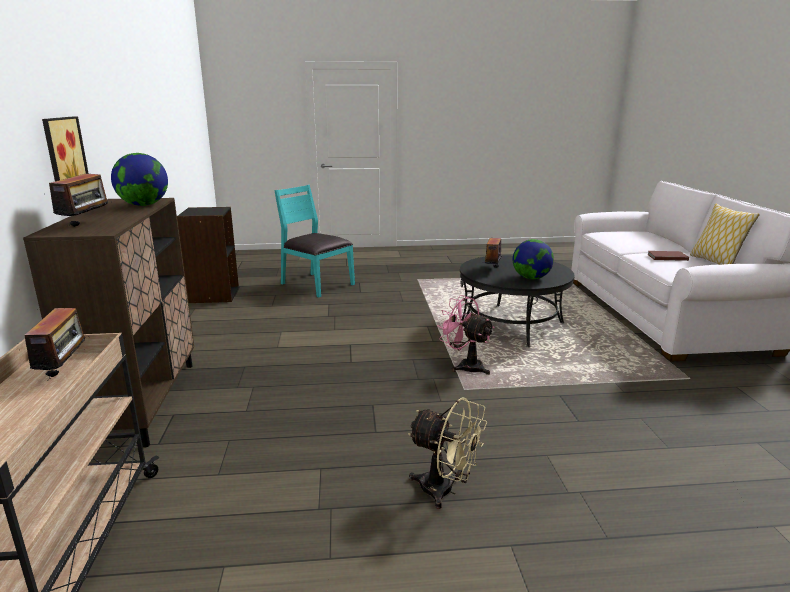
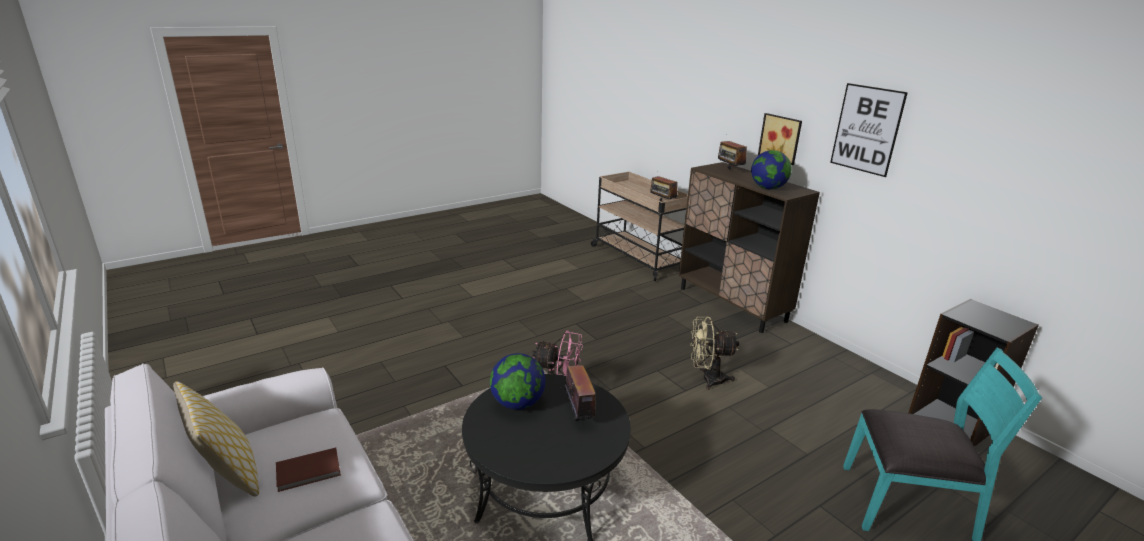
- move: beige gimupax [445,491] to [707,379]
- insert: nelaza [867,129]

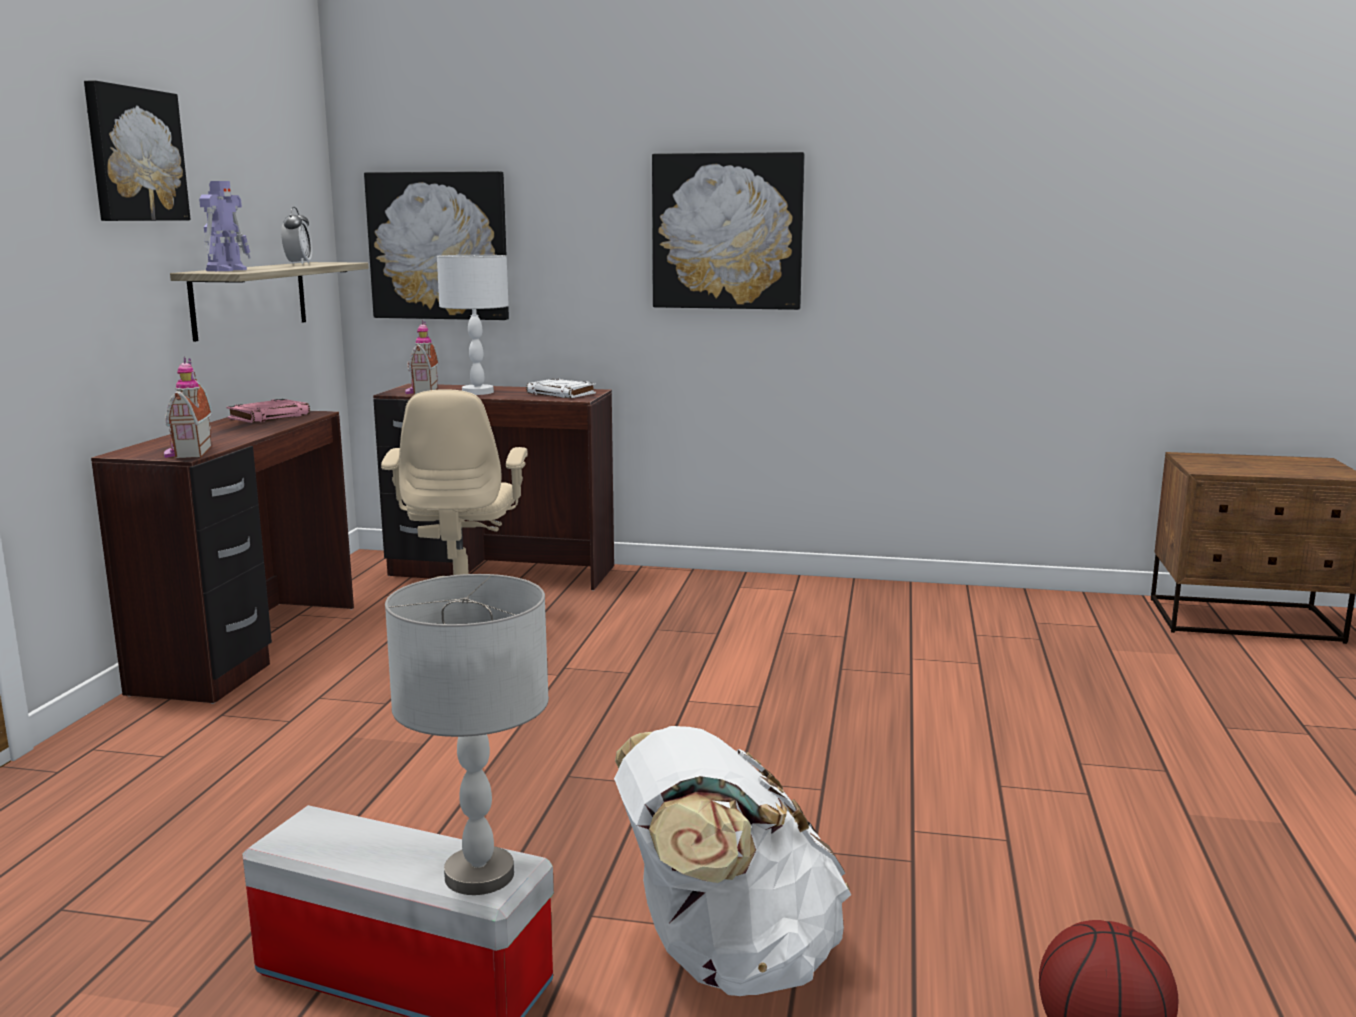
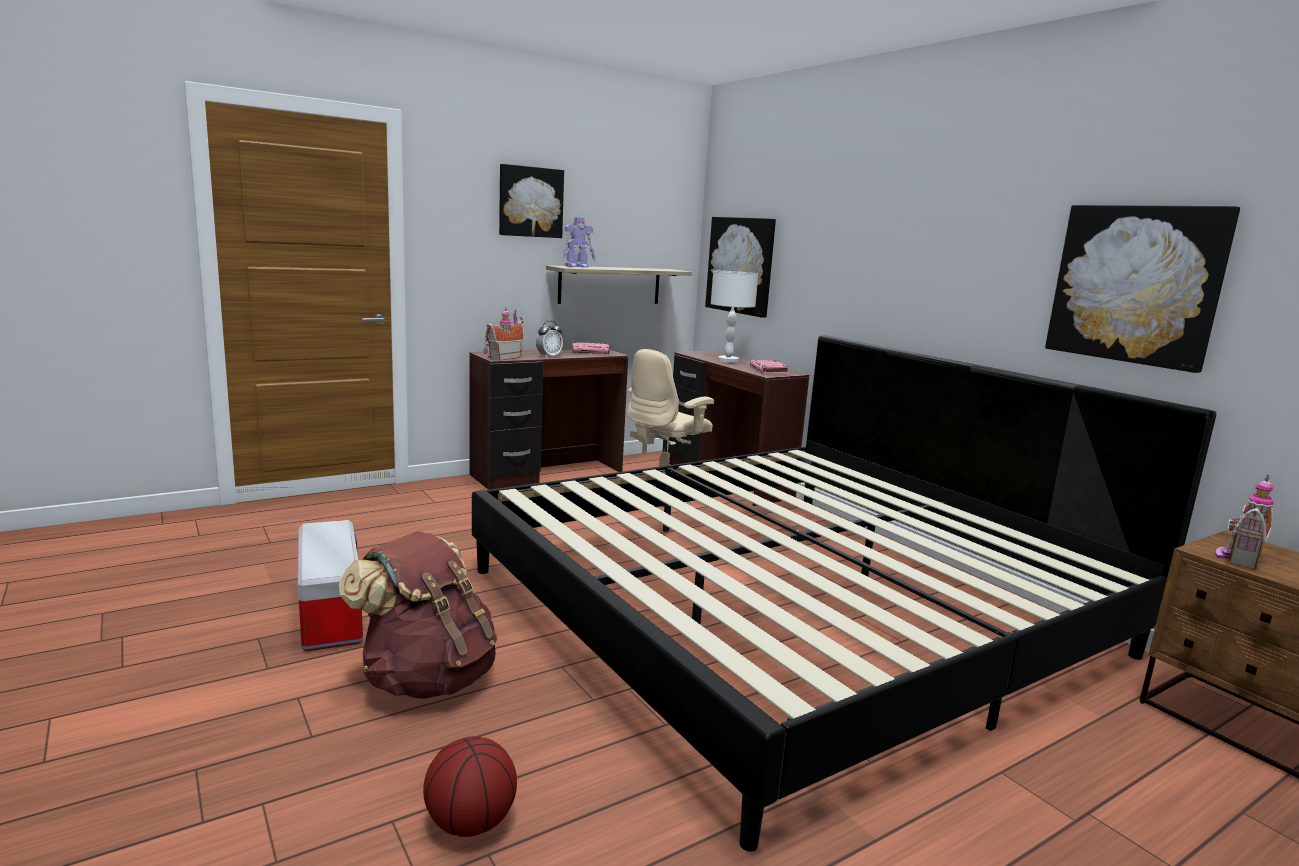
- move: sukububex [298,264] to [549,356]
- delete: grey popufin [478,876]
- move: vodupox [421,391] to [1237,557]
- recolor: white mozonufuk [562,393] to pink mozonufuk [769,370]
- recolor: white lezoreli [726,958] to brown lezoreli [427,678]
- move: nelaza [727,231] to [1136,284]
- insert: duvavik [791,611]

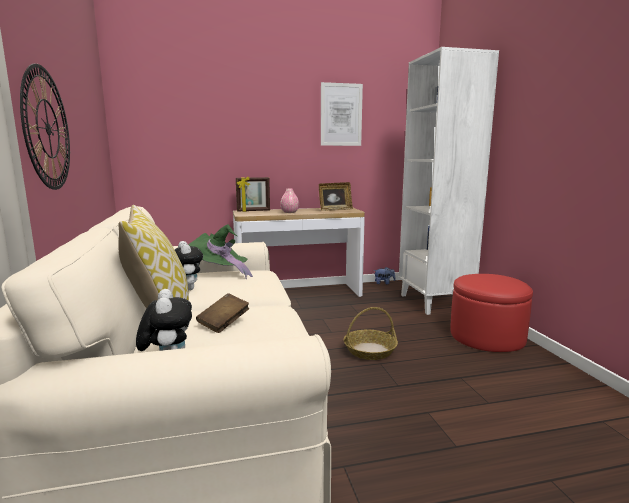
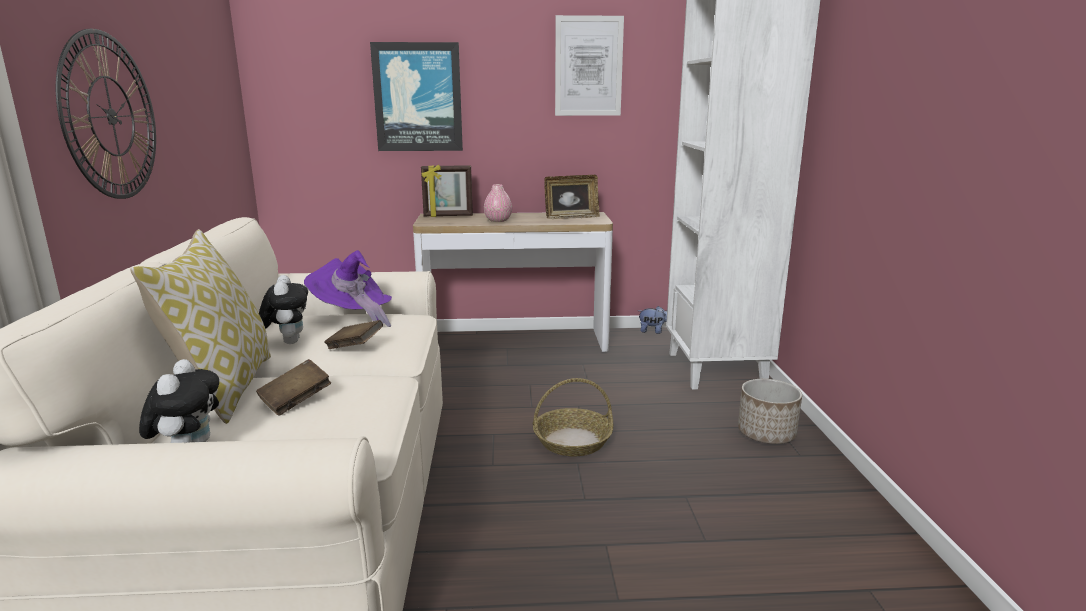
- recolor: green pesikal [220,272] to purple pesikal [353,317]
- replace: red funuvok [487,336] to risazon [767,433]
- insert: brown mozonufuk [355,347]
- insert: nelaza [418,97]

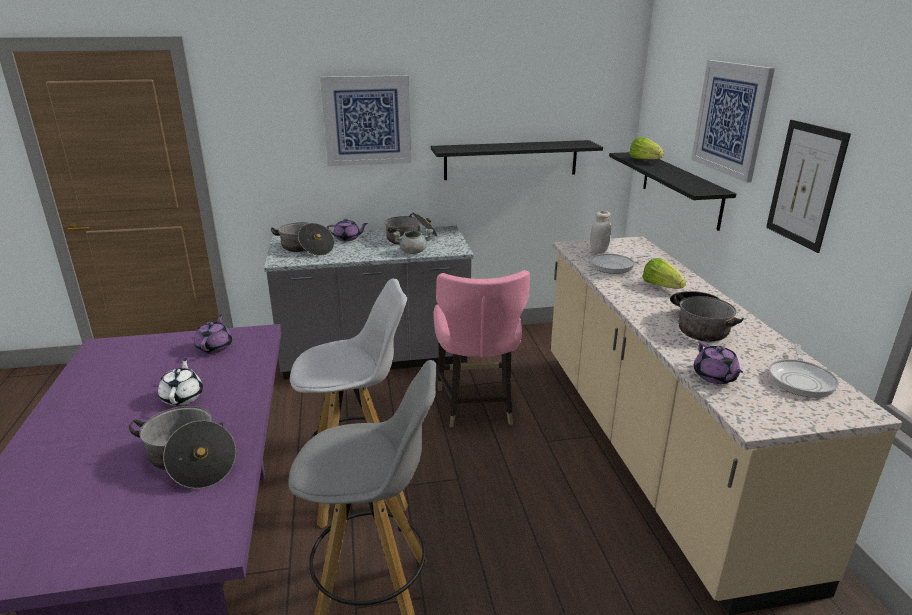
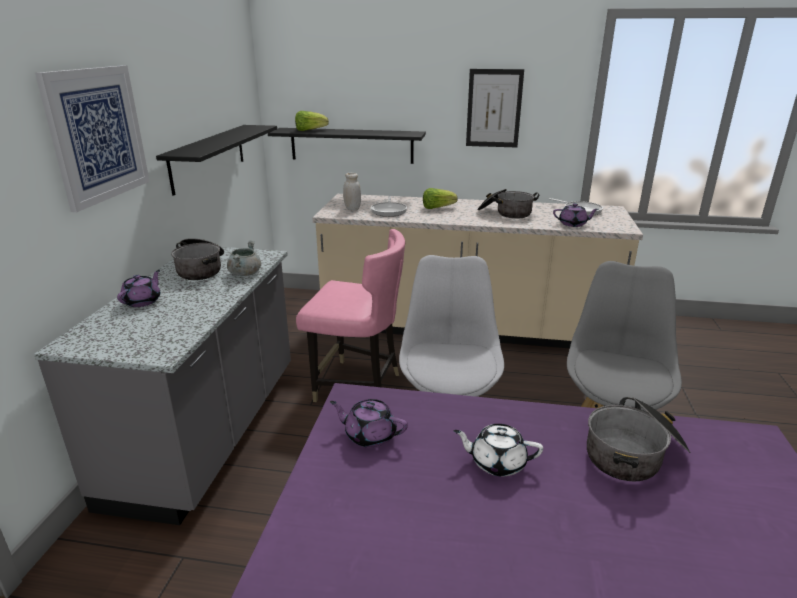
- delete: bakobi [305,248]
- delete: nelaza [730,118]

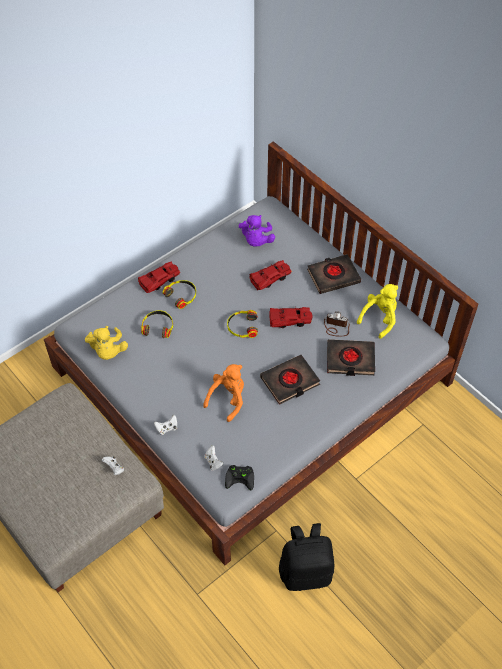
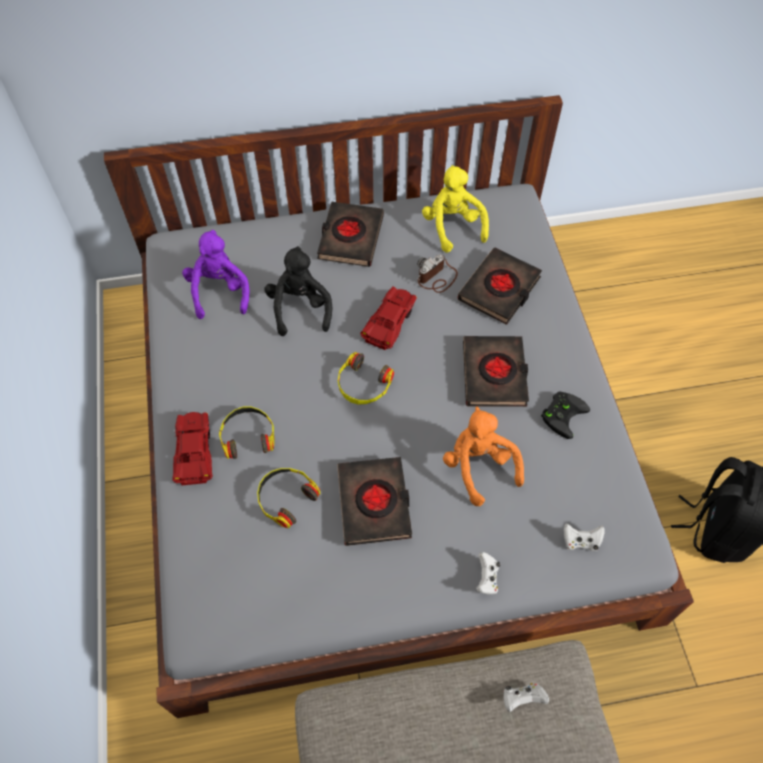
- delete: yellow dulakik [108,351]
- move: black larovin [241,477] to [562,413]
- rotate: purple dulakik [256,241] = [219,291] 135 degrees counterclockwise
- replace: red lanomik [270,278] to black dulakik [300,308]
- insert: black mozonufuk [374,503]

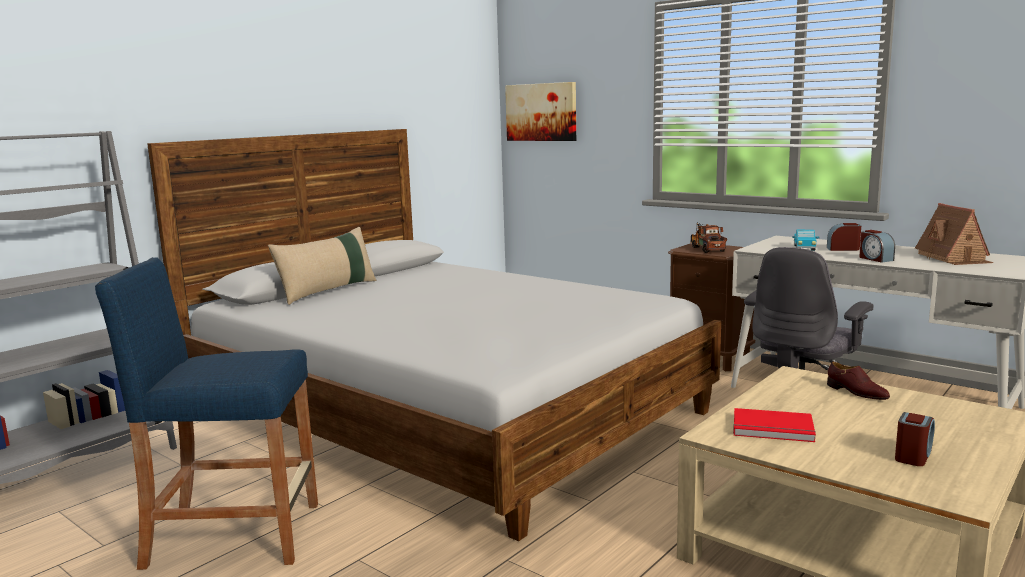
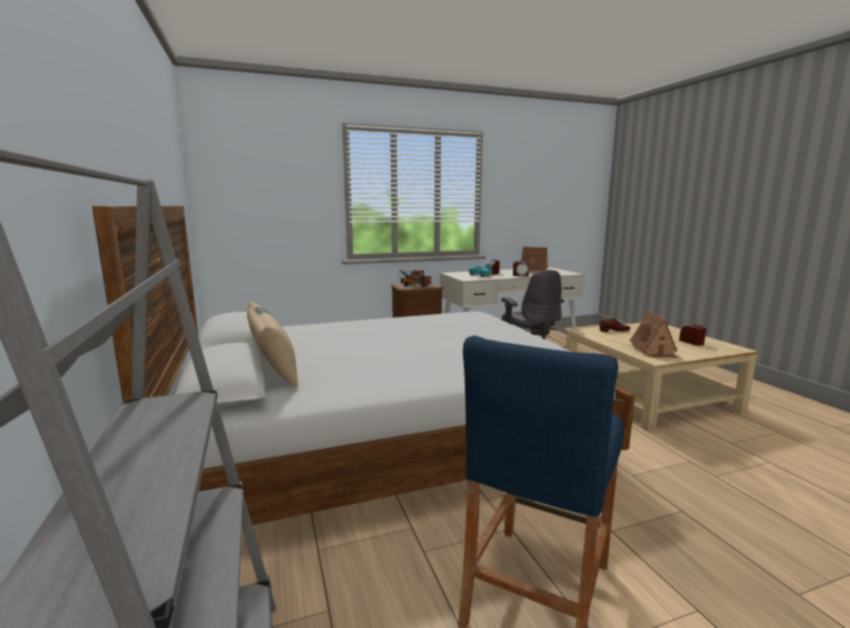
- delete: nelaza [541,112]
- replace: red mozonufuk [773,429] to vodupox [653,350]

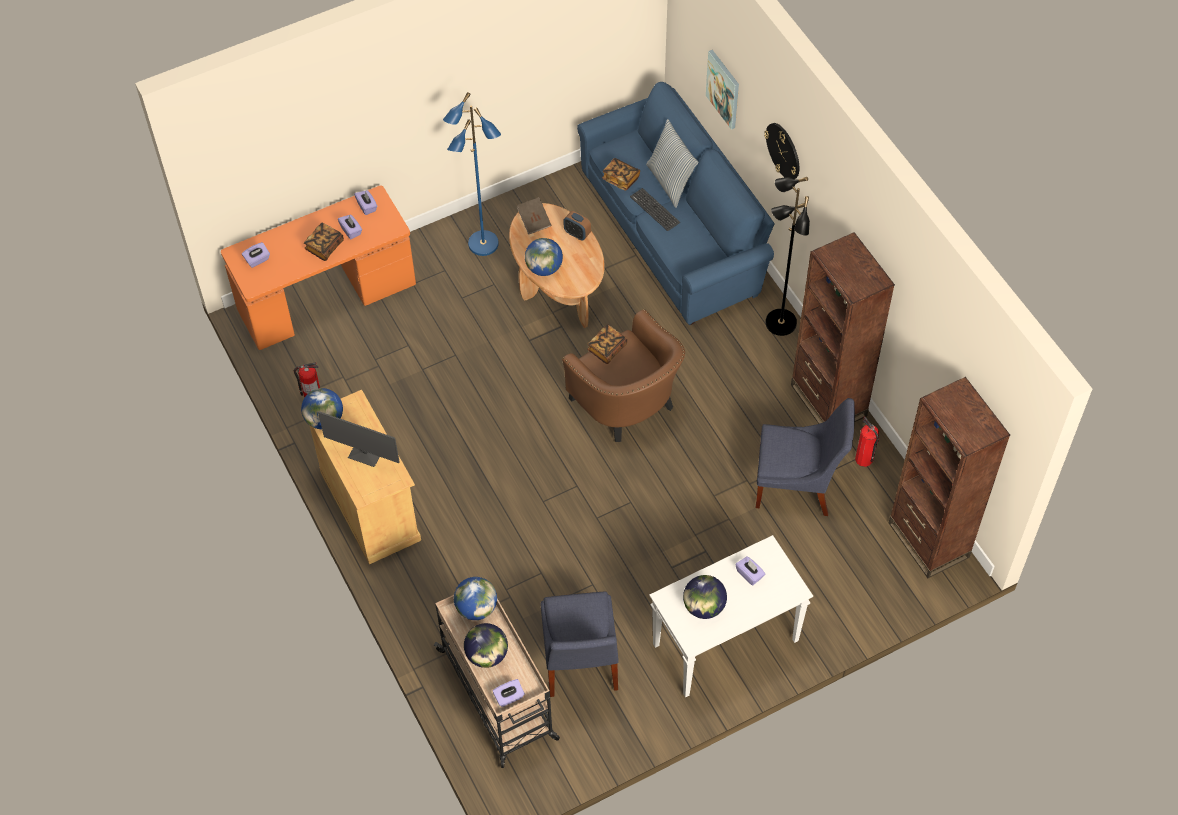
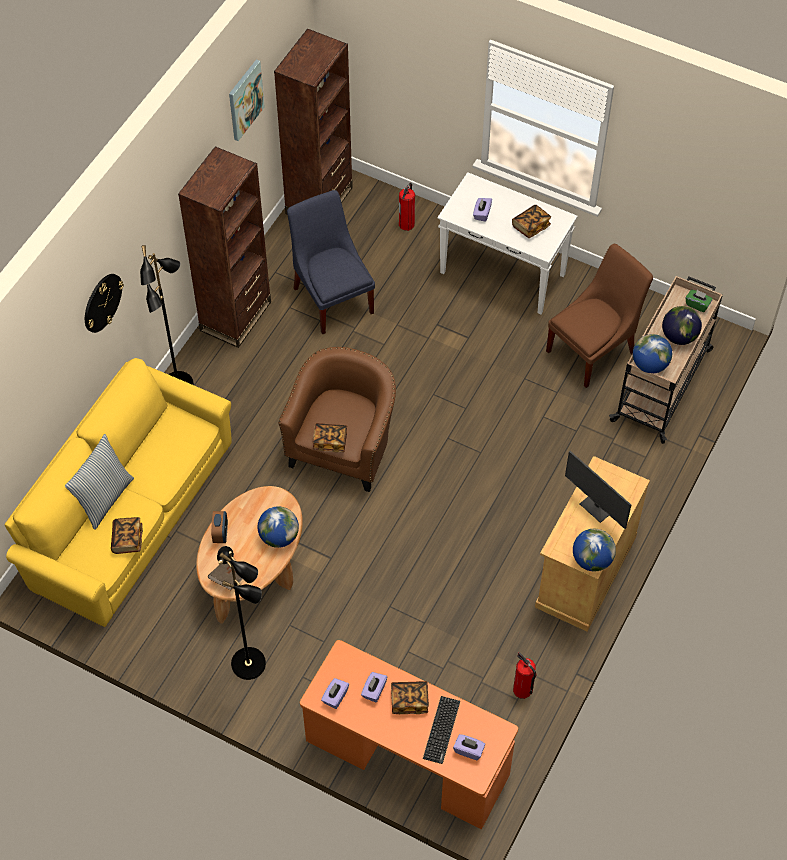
- rotate: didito [365,454] = [597,507] 150 degrees clockwise
- recolor: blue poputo [483,244] to black poputo [249,663]
- recolor: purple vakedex [509,697] to green vakedex [697,304]
- recolor: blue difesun [580,663] to brown difesun [594,350]
- recolor: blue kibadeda [675,232] to yellow kibadeda [128,515]
- move: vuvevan [654,210] to [441,730]
- replace: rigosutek [703,607] to mozonufuk [531,226]
- move: nelaza [723,89] to [245,99]
- move: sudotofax [864,459] to [406,224]

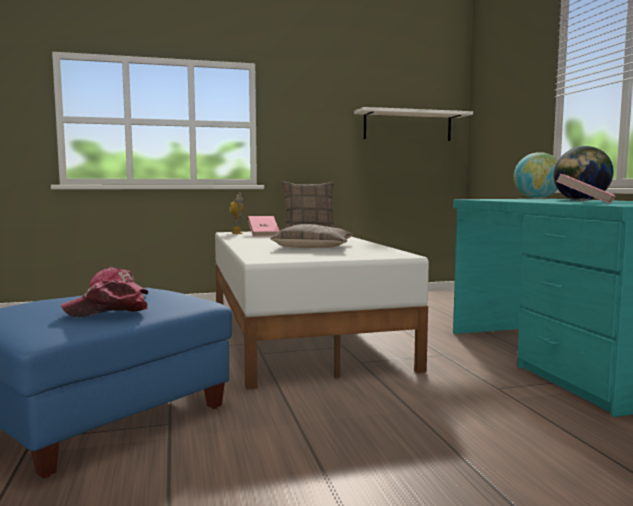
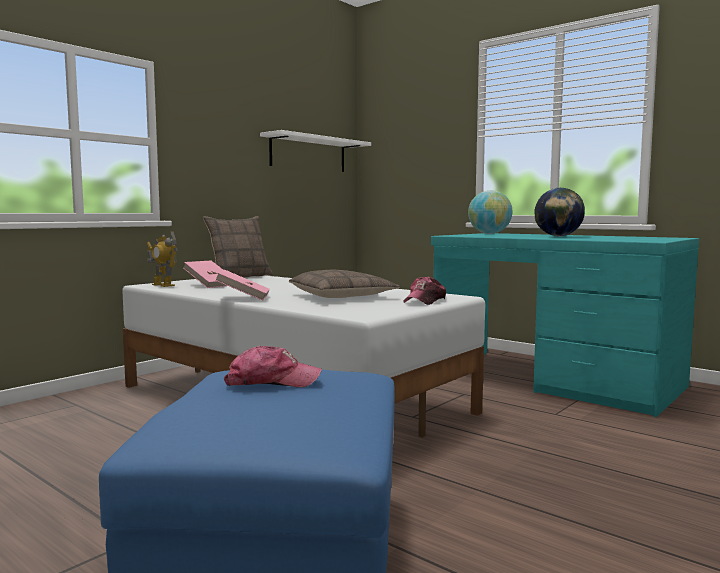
- move: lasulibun [106,311] to [425,301]
- move: pink mozonufuk [585,203] to [243,298]

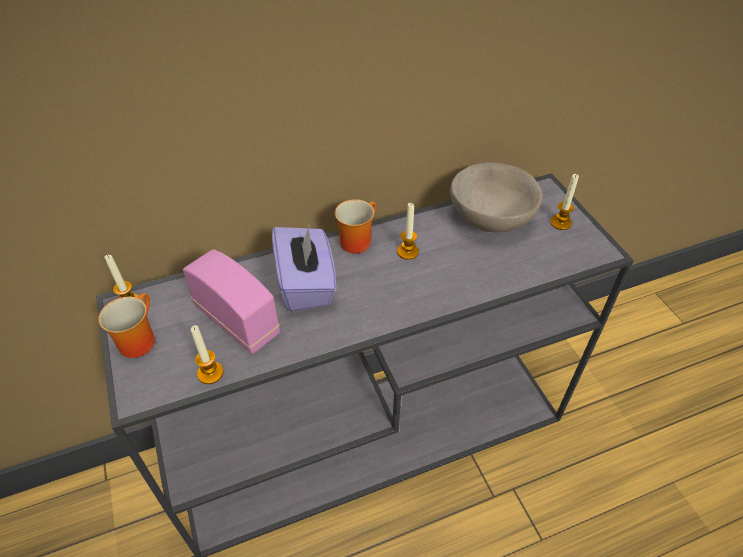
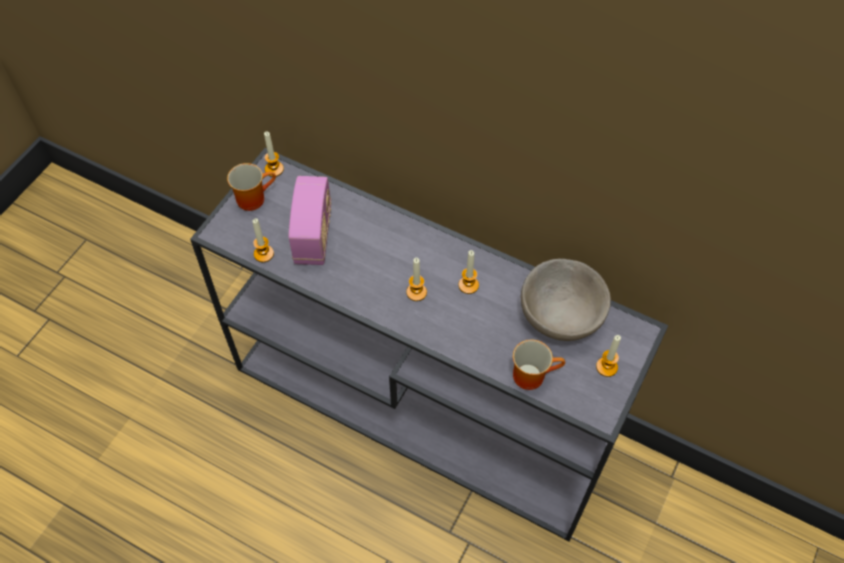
- delete: purple vakedex [306,284]
- move: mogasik [356,239] to [532,373]
- insert: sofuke [416,292]

